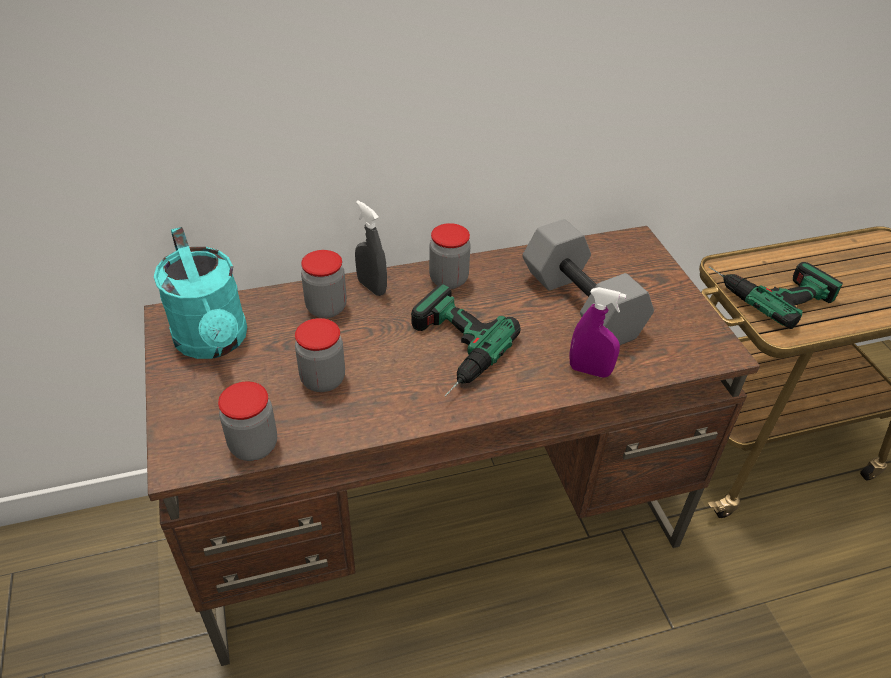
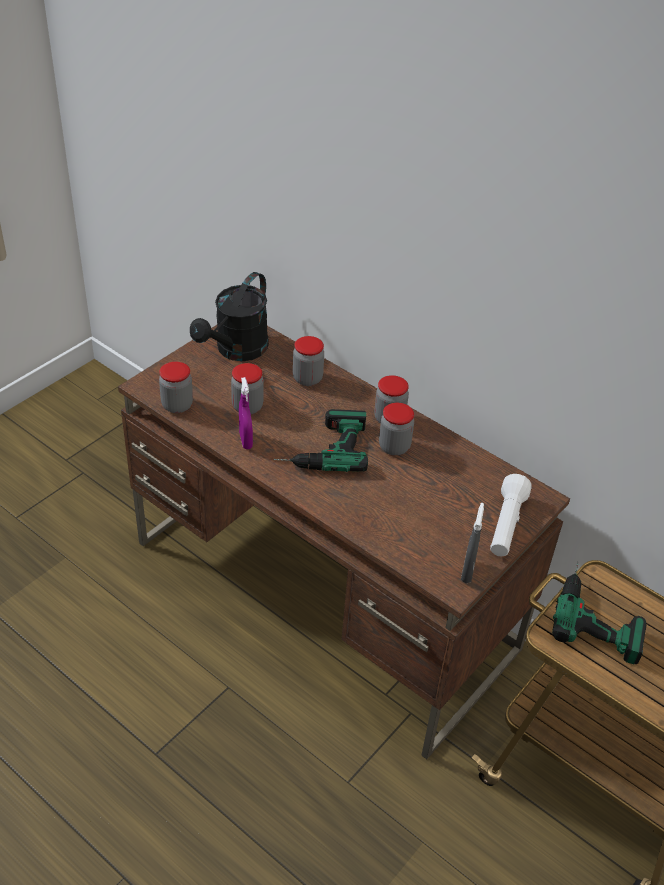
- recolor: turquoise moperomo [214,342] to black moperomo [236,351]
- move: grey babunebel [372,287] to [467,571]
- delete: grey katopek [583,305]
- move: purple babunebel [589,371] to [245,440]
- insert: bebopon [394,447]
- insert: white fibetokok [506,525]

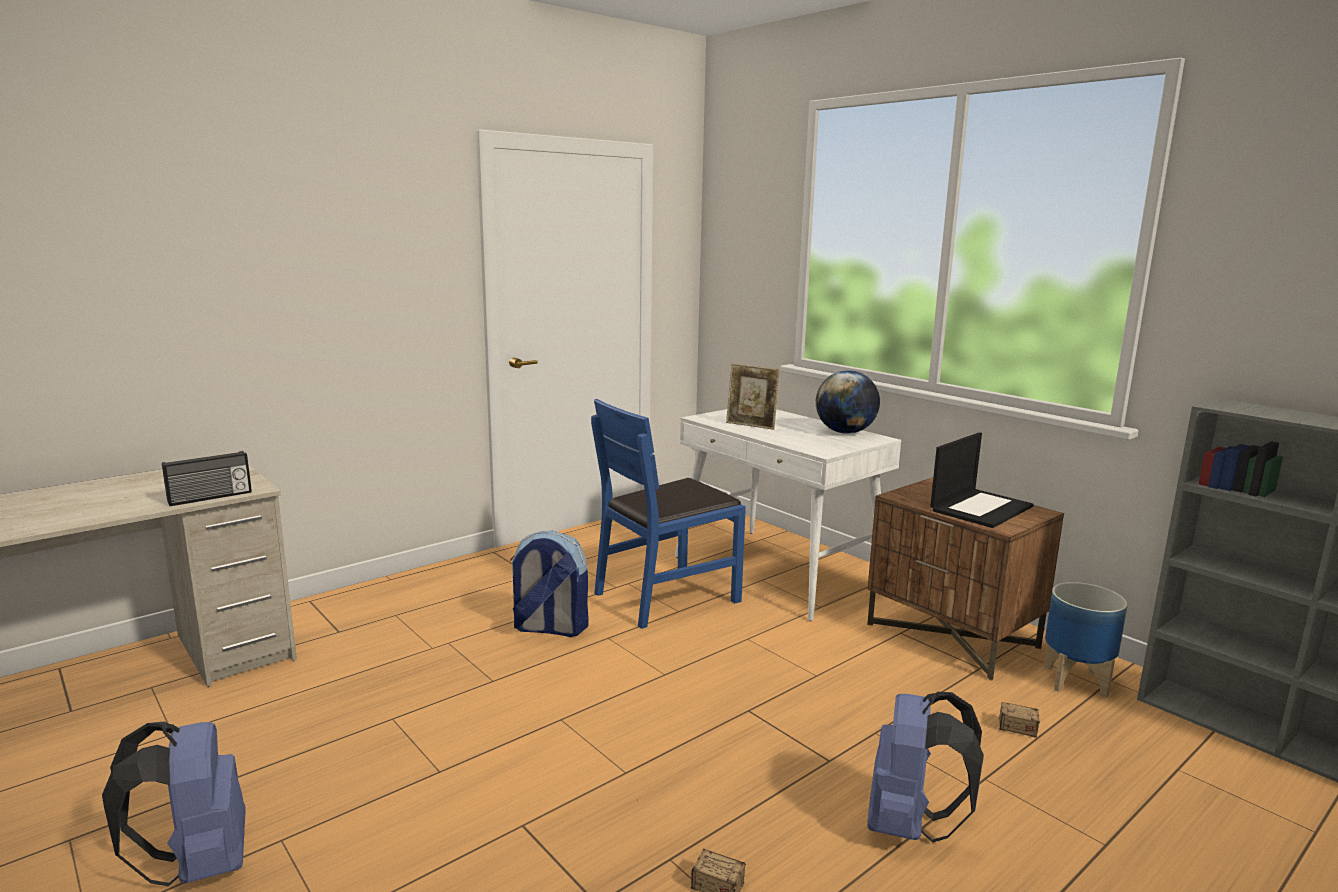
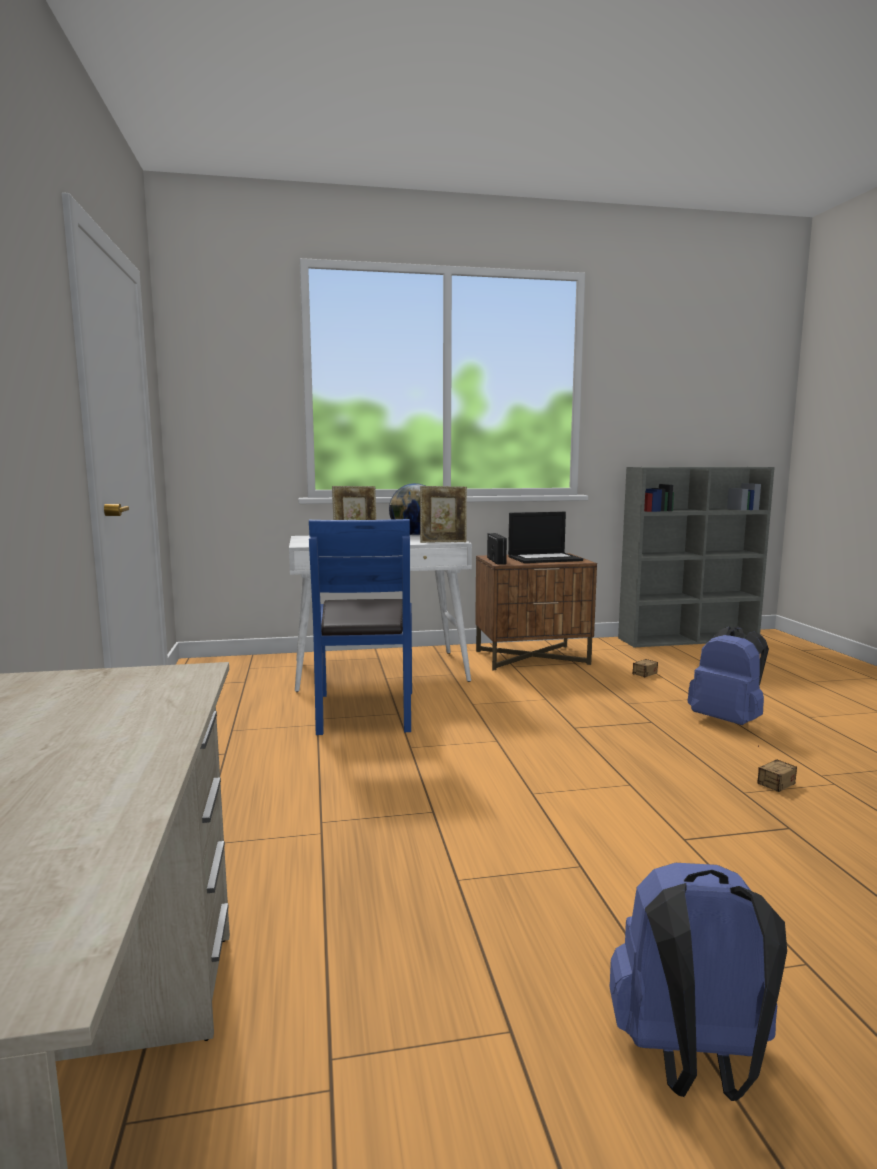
- move: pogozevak [210,497] to [497,561]
- delete: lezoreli [549,628]
- rotate: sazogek [981,508] = [545,558] 90 degrees clockwise
- delete: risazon [1076,681]
- insert: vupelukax [443,542]

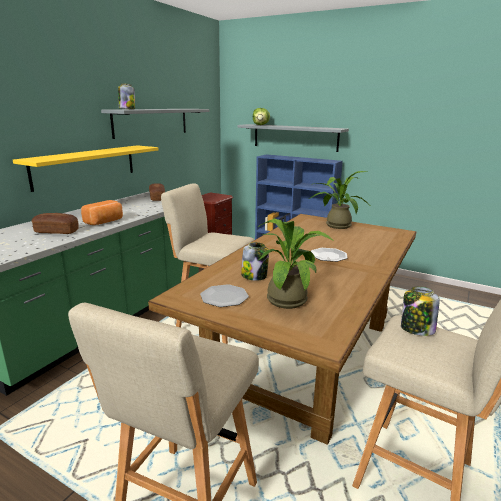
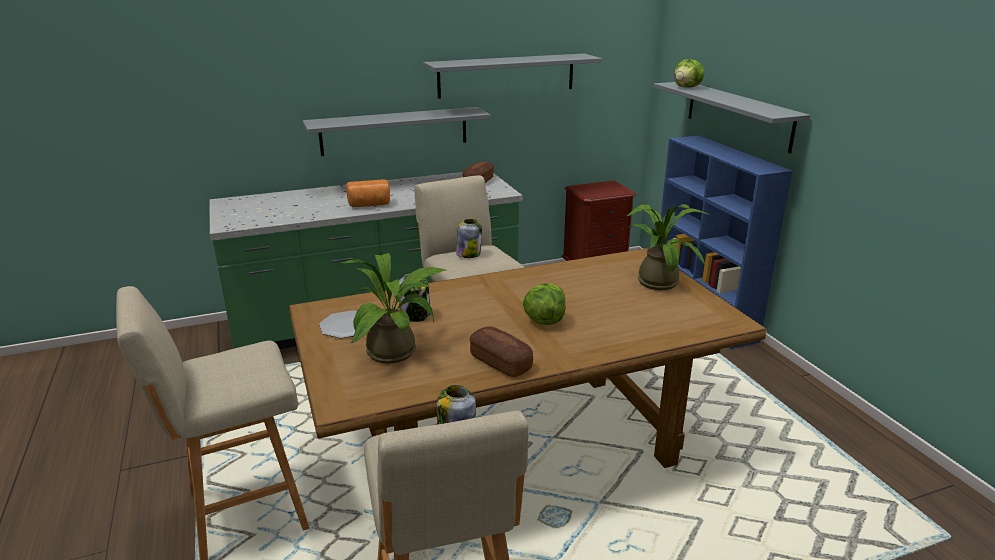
- recolor: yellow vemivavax [85,166] to grey vemivavax [394,131]
- move: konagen [56,231] to [500,362]
- move: bebopon [127,109] to [468,254]
- replace: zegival [328,256] to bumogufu [544,320]

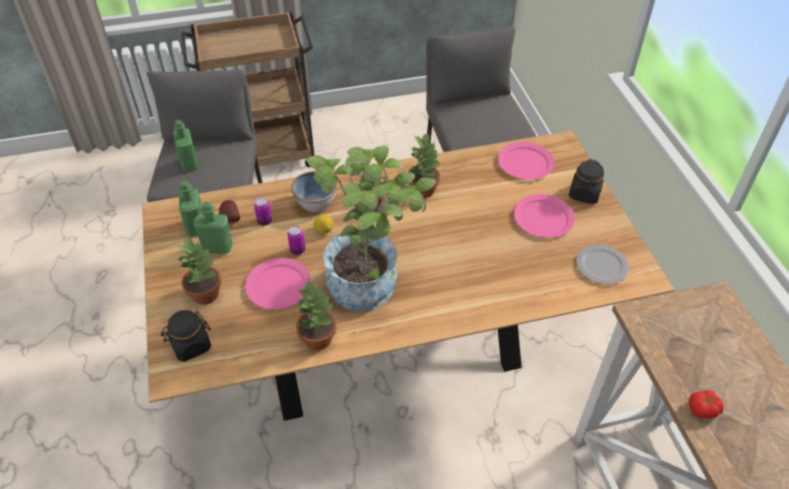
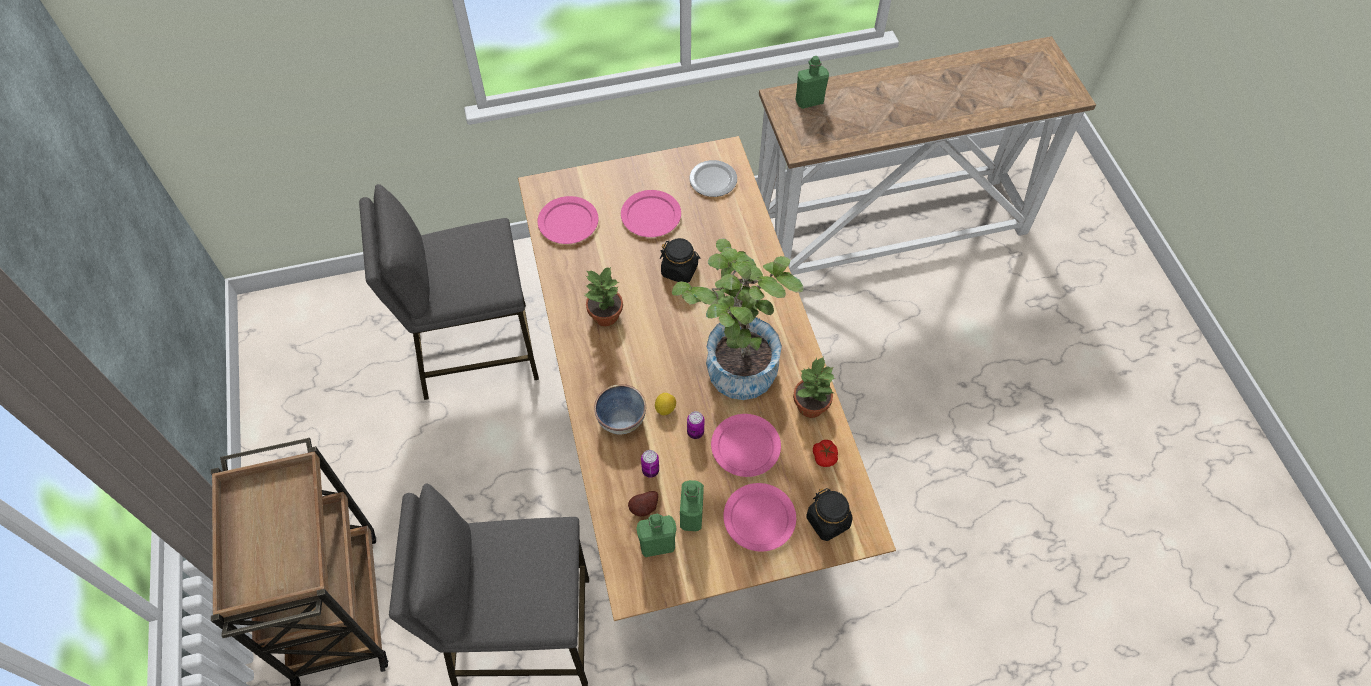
- move: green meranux [189,163] to [809,101]
- replace: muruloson [204,293] to pink zegival [759,519]
- move: black bebopon [584,194] to [679,270]
- move: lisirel [703,409] to [824,456]

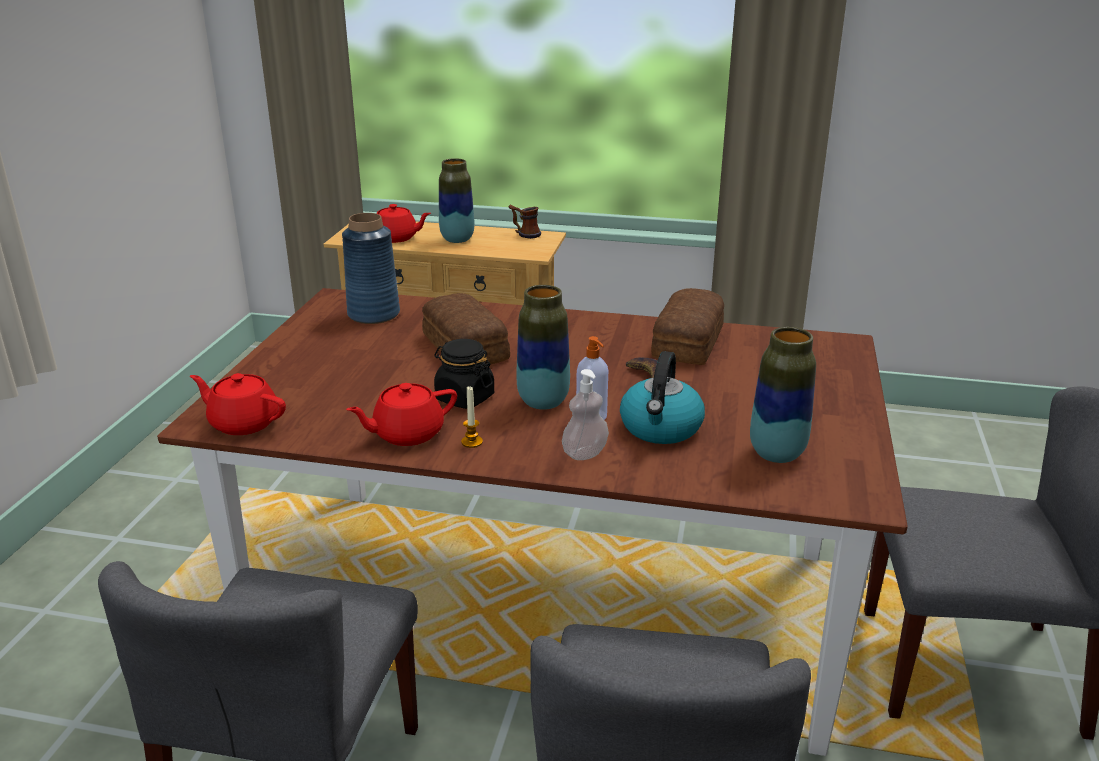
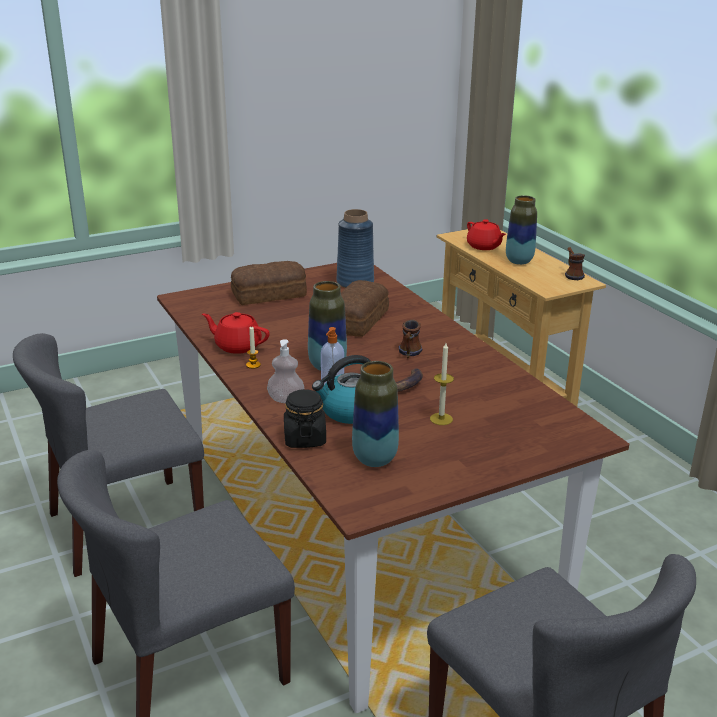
- delete: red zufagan [243,423]
- move: black bebopon [464,398] to [304,438]
- move: konagen [690,342] to [270,295]
- insert: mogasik [409,354]
- insert: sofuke [441,419]

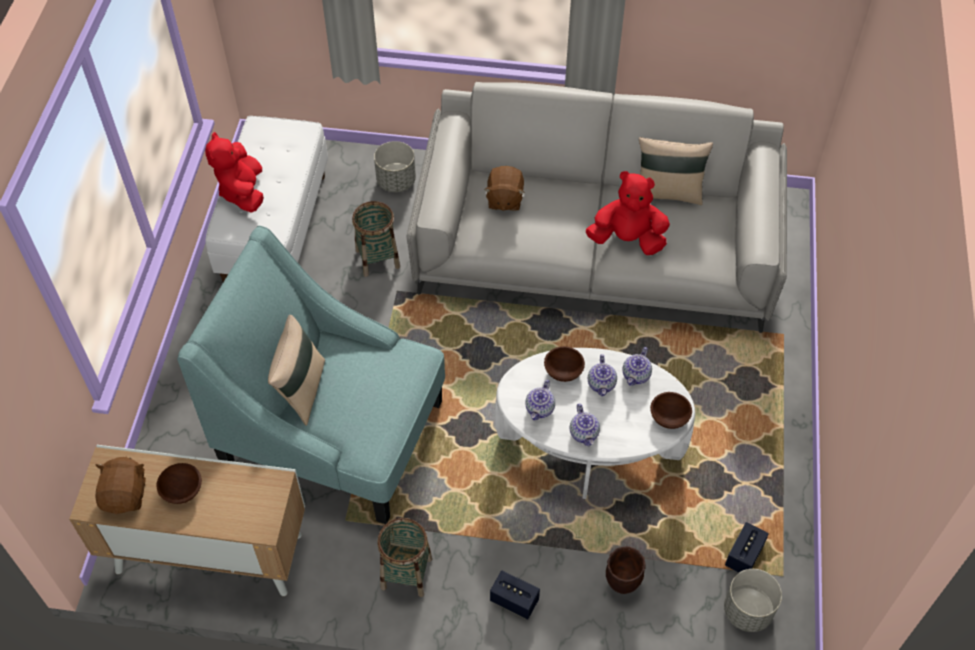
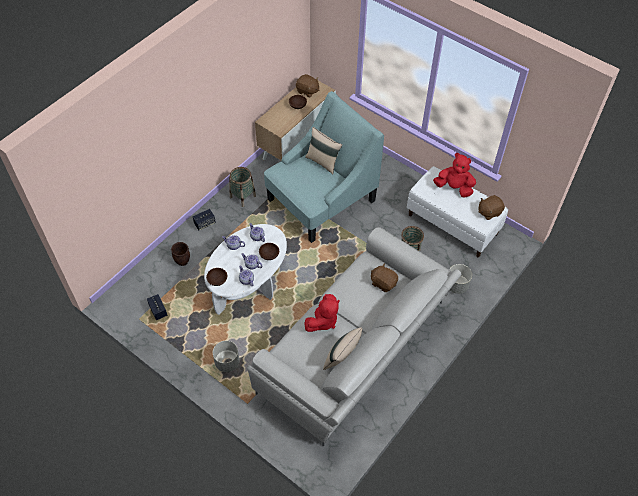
- move: grey risazon [747,611] to [227,362]
- insert: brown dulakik [489,212]

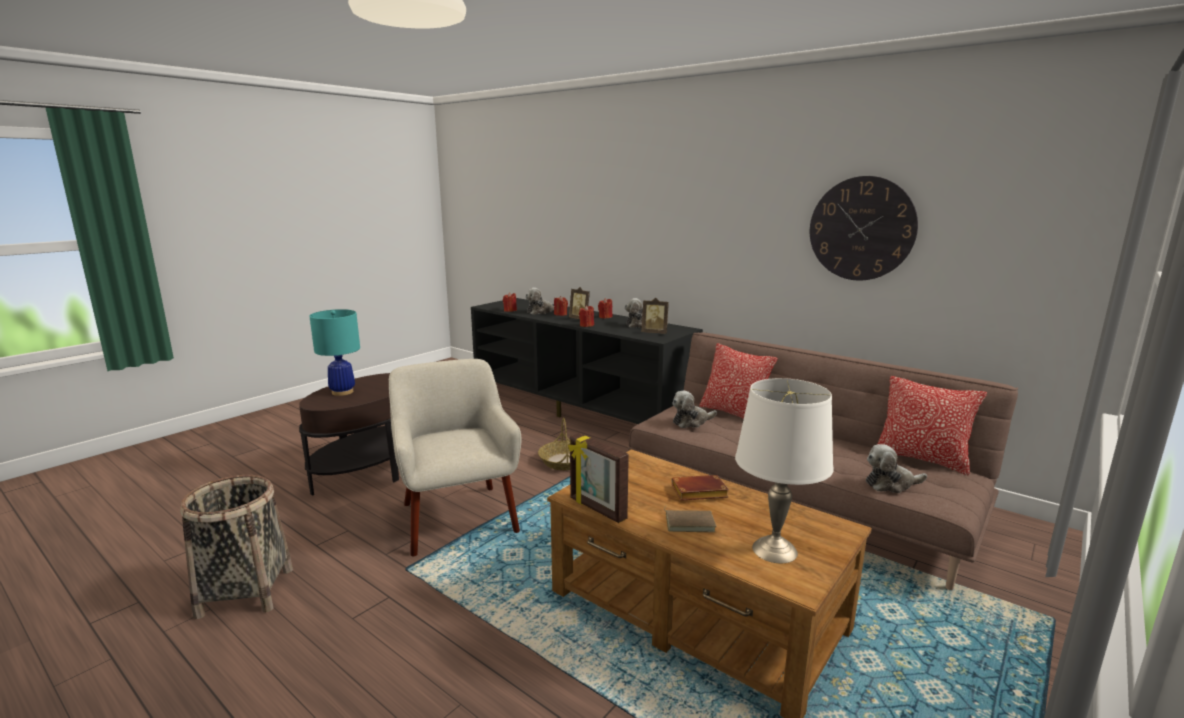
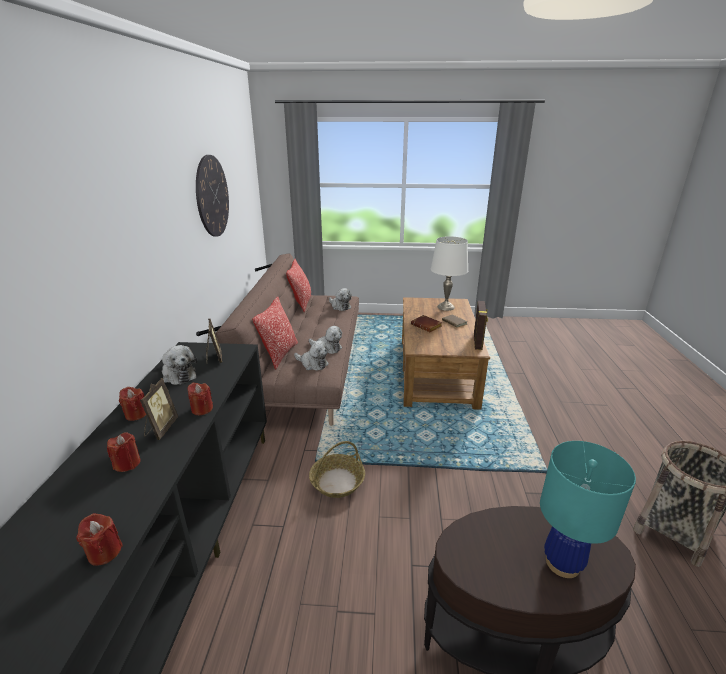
- delete: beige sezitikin [457,517]
- move: dulakik [541,312] to [327,348]

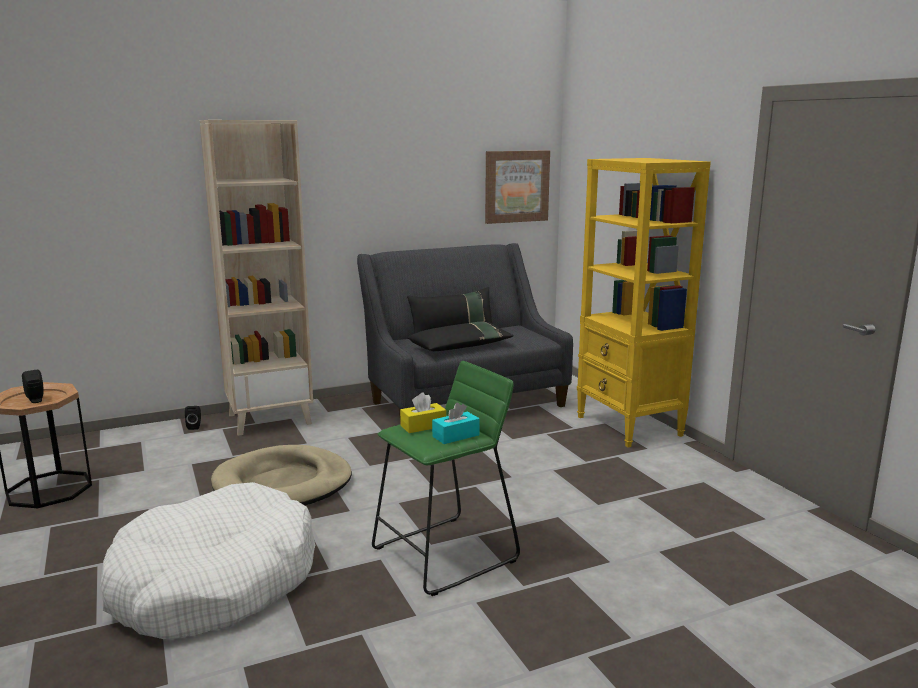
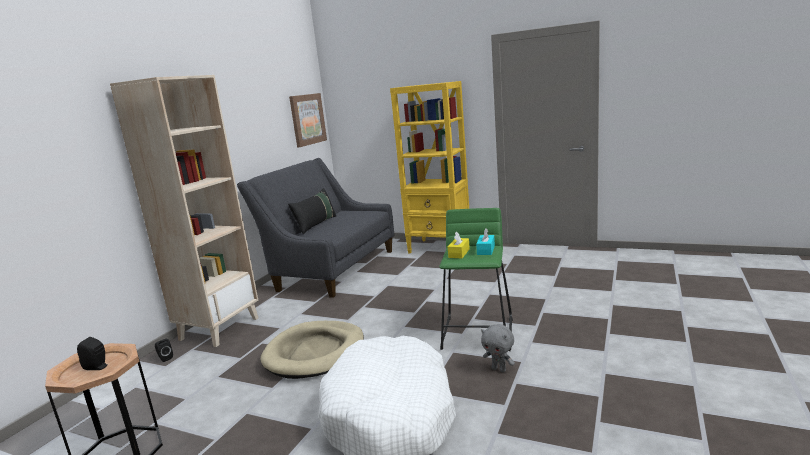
- delete: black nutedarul [461,346]
- insert: grey dulakik [499,369]

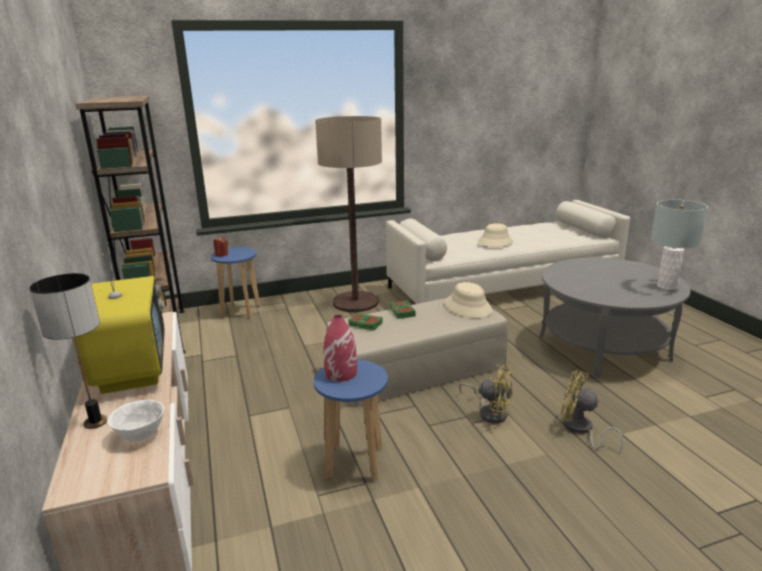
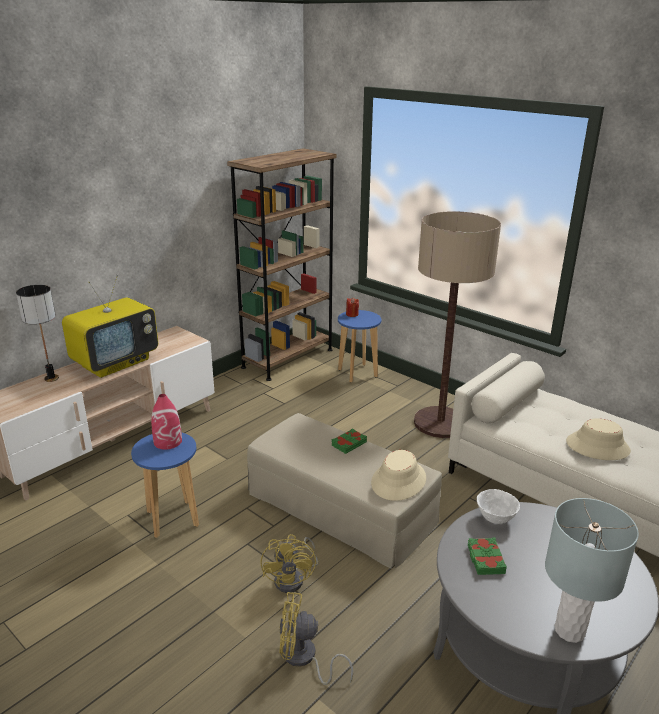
- move: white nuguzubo [140,435] to [495,518]
- move: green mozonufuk [365,324] to [485,559]
- rotate: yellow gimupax [581,430] = [304,659] 90 degrees counterclockwise

